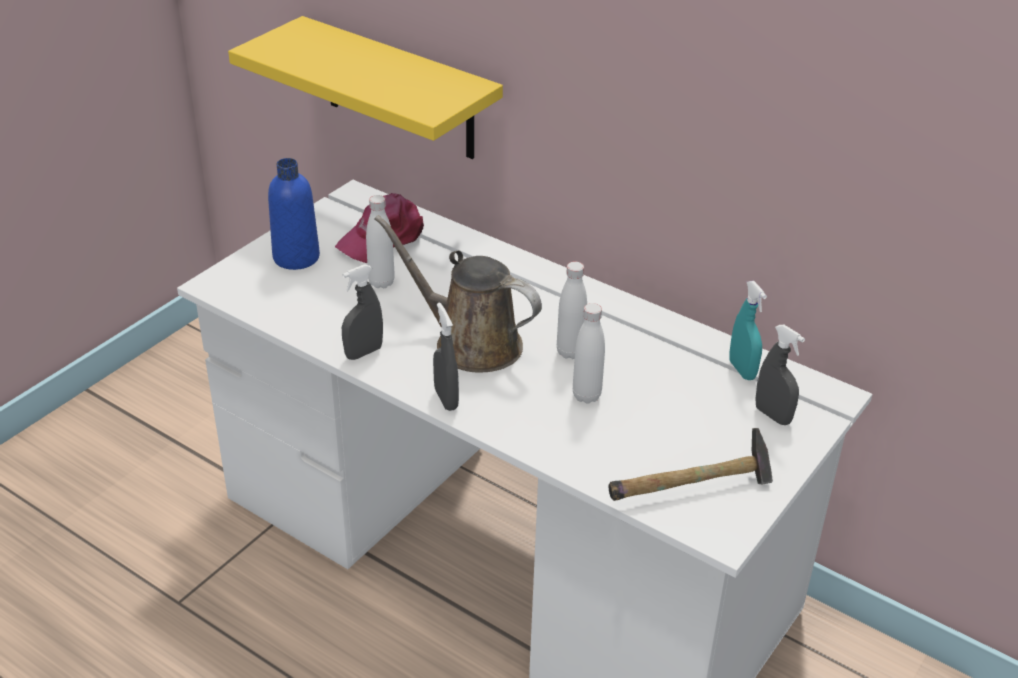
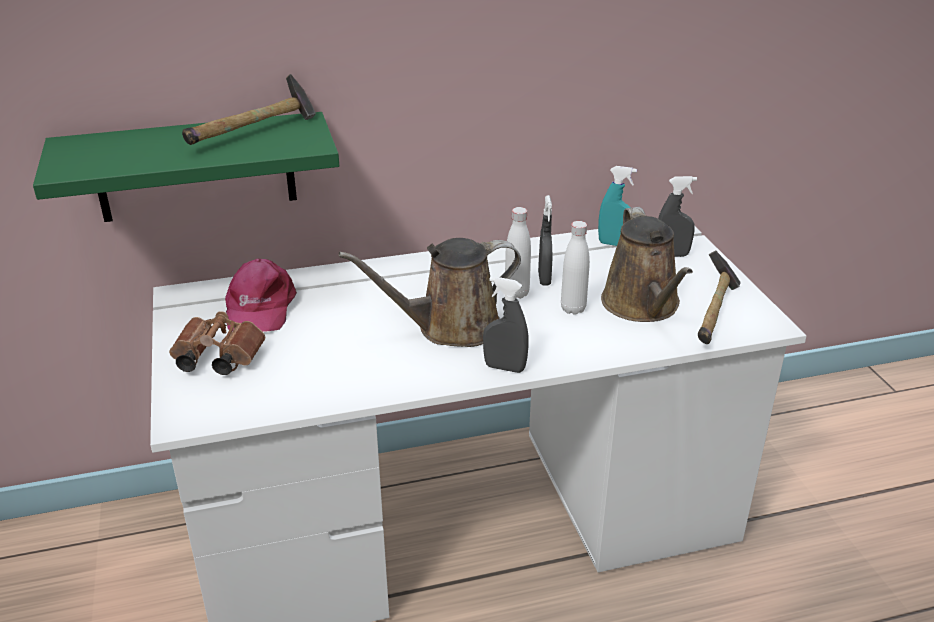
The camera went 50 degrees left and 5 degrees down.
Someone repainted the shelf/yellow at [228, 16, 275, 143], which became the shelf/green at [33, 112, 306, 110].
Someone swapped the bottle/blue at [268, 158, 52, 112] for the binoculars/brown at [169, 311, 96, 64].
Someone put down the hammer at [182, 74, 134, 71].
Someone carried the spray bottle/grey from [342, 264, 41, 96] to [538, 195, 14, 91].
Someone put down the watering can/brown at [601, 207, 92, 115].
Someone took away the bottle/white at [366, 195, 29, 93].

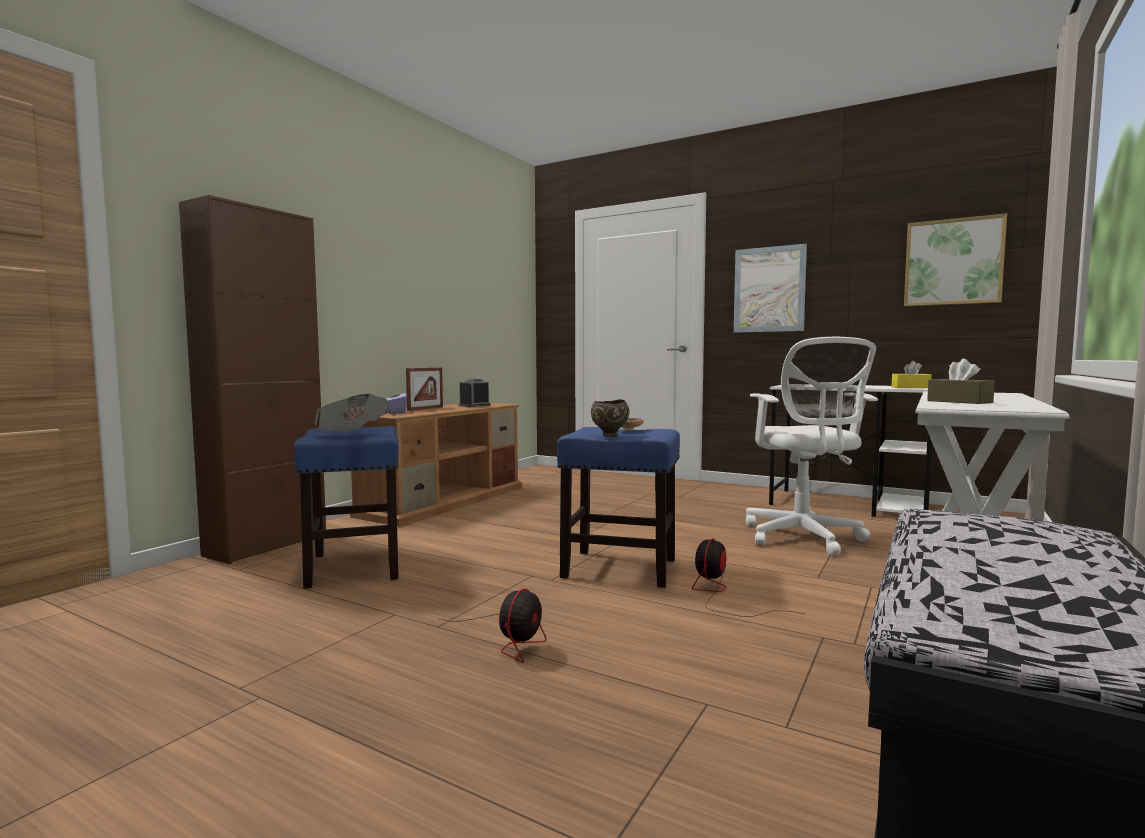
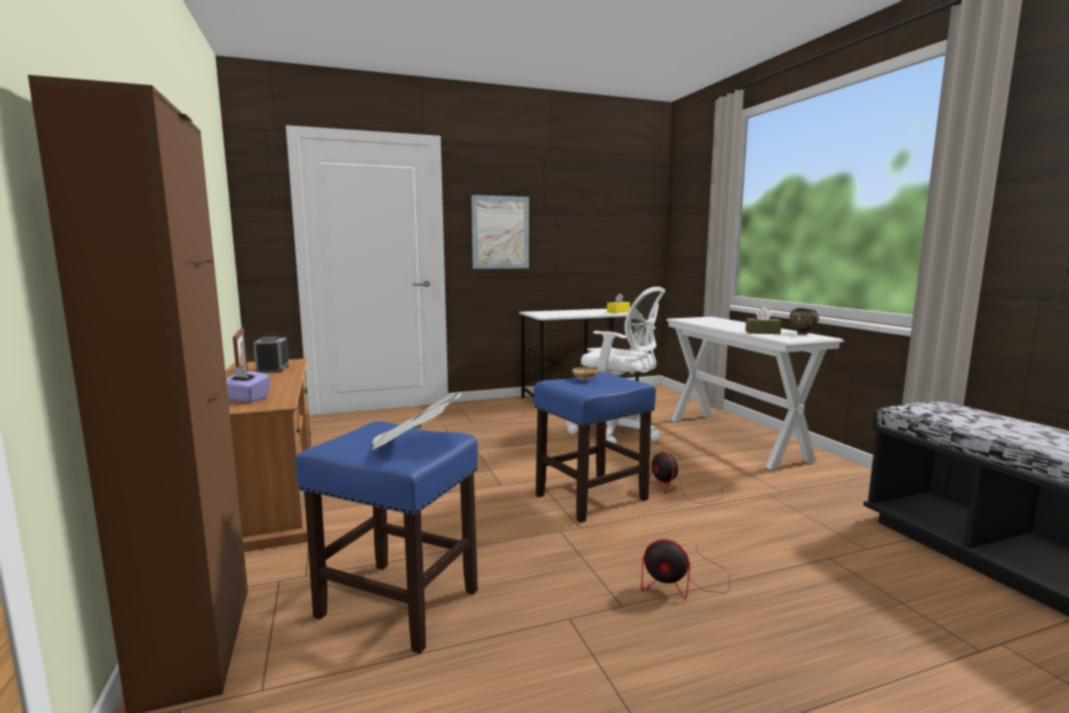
The camera went 50 degrees left and 5 degrees up.
Someone rotated the fan at [440, 589, 106, 74] by 135 degrees clockwise.
Someone carried the bowl/brown from [591, 399, 38, 38] to [790, 308, 29, 27].
Someone took away the picture at [904, 213, 103, 93].

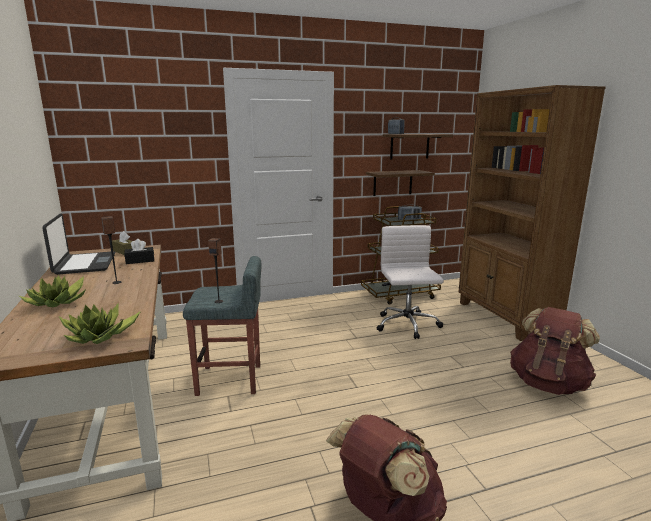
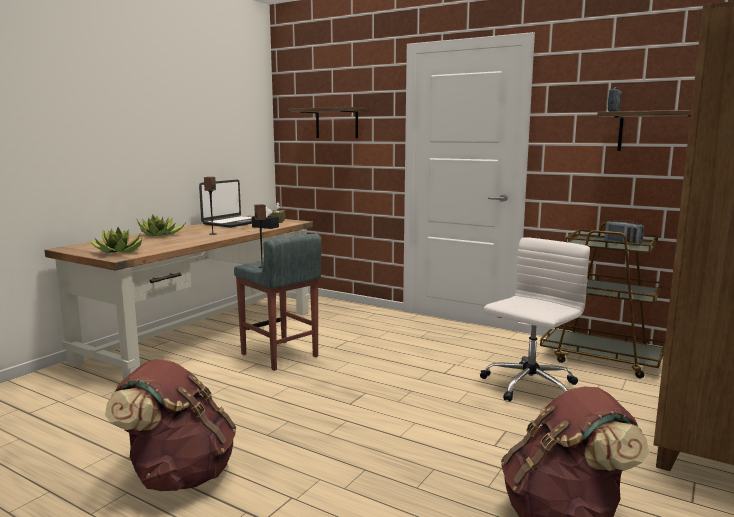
The camera went 50 degrees right and 5 degrees down.
Someone carried the shelf from [366, 170, 69, 26] to [288, 107, 79, 31].

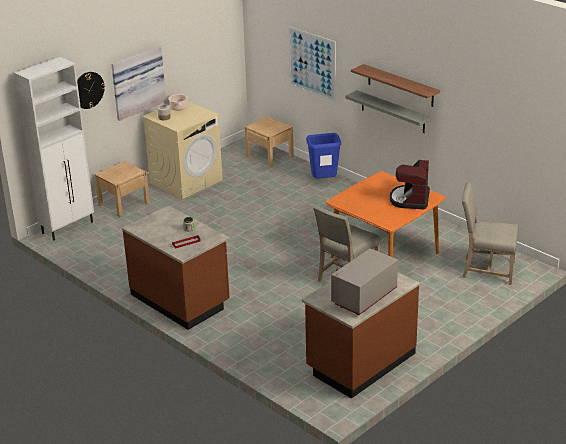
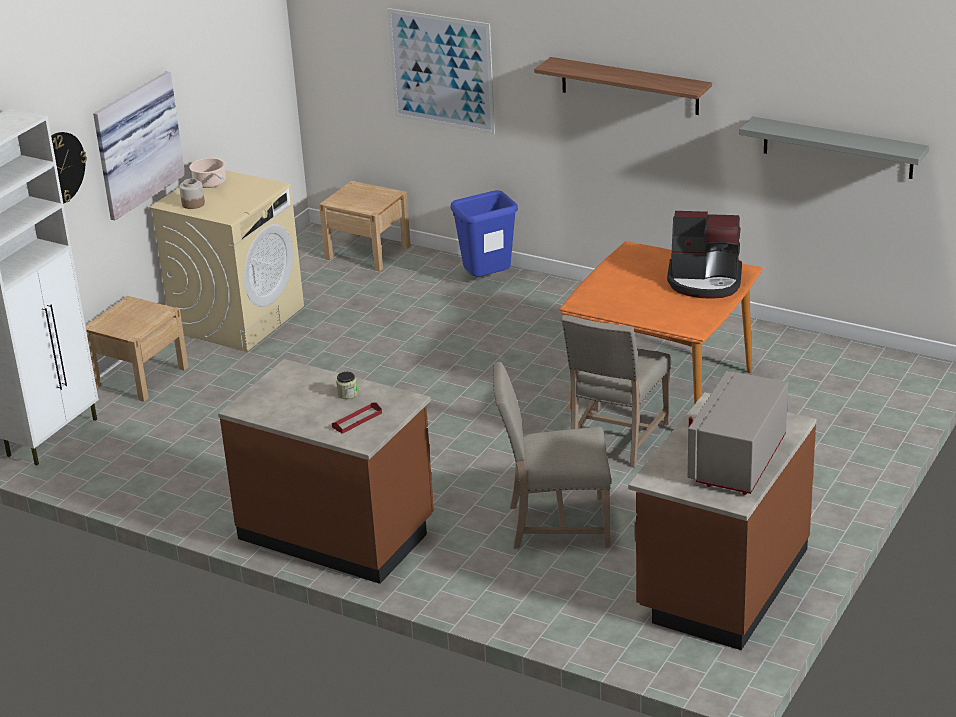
The camera went 15 degrees left and 0 degrees up.
Someone carried the chair/beige from [462, 182, 57, 103] to [493, 362, 118, 187].
Someone rotated the coffee machine at [390, 159, 40, 50] by 75 degrees counterclockwise.
Someone carried the shelf/grey from [345, 90, 86, 43] to [739, 116, 190, 63].

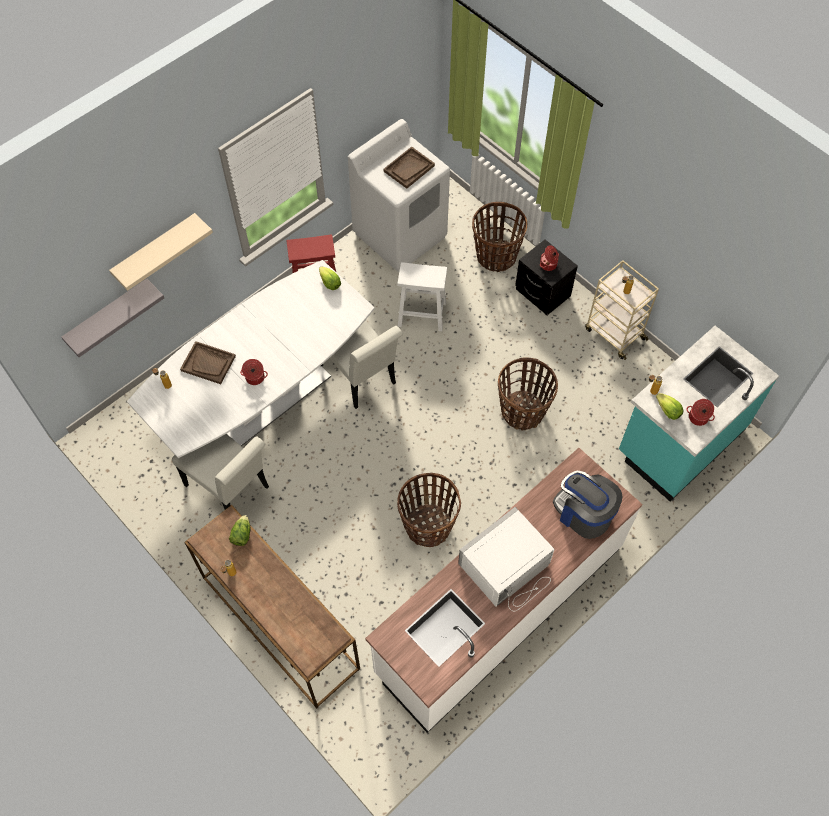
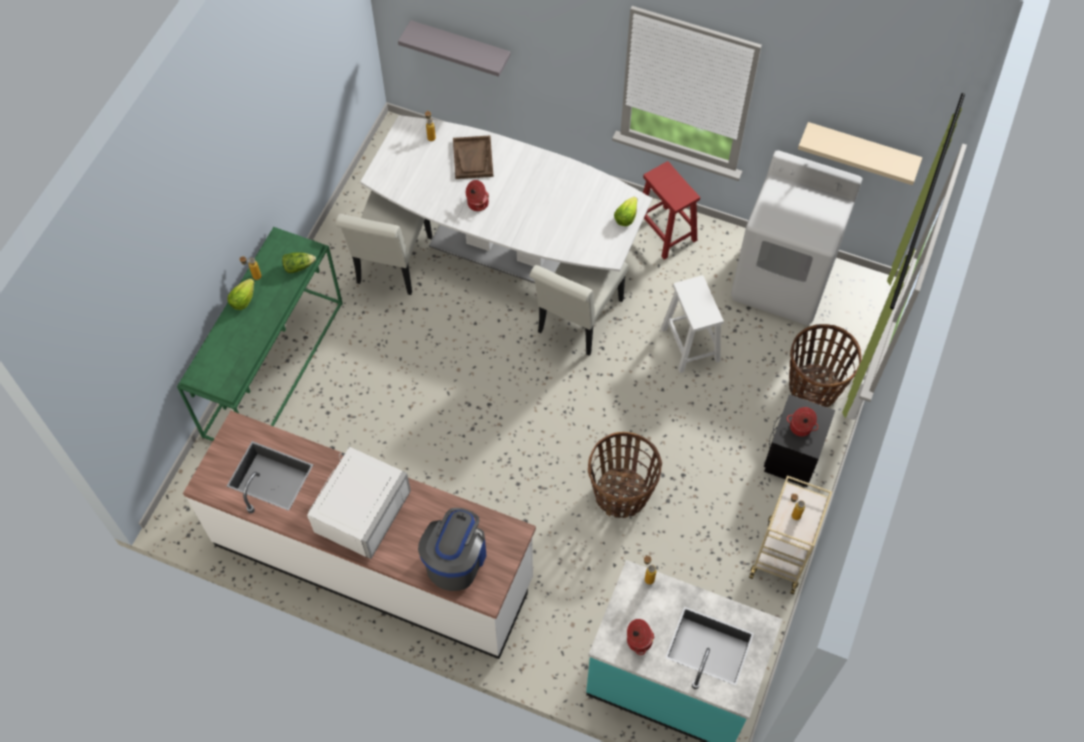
The camera went 65 degrees right and 0 degrees up.
Someone repainted the console table/brown at [184, 505, 176, 204], which became the console table/green at [177, 227, 166, 214].
Someone carried the lettuce from [656, 393, 27, 27] to [228, 278, 26, 32].
Someone rotated the microwave/white at [458, 507, 97, 104] by 90 degrees clockwise.
Someone carried the shelf/beige from [109, 213, 104, 78] to [798, 122, 124, 63].
Someone took away the tray/brown at [384, 147, 51, 42].
Someone took away the basket at [397, 473, 64, 74].

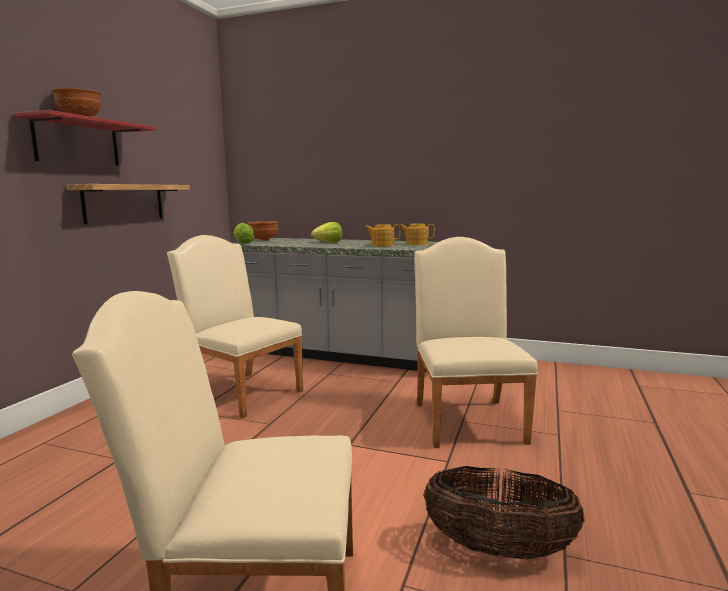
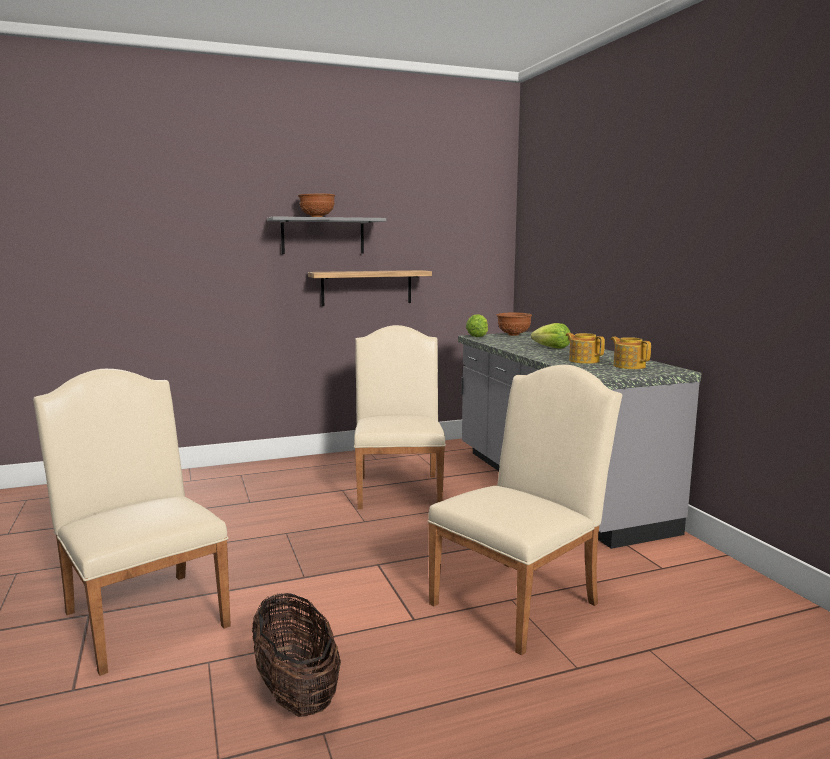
The camera went 50 degrees right and 0 degrees up.
Someone repainted the shelf/red at [12, 110, 144, 56], which became the shelf/grey at [267, 216, 119, 38].

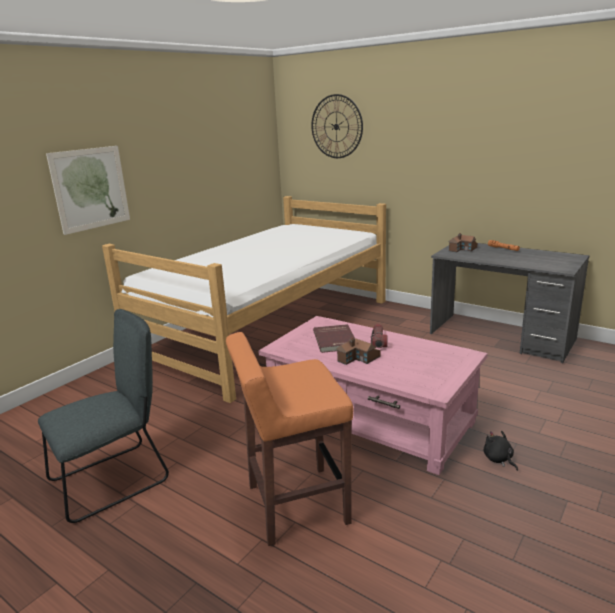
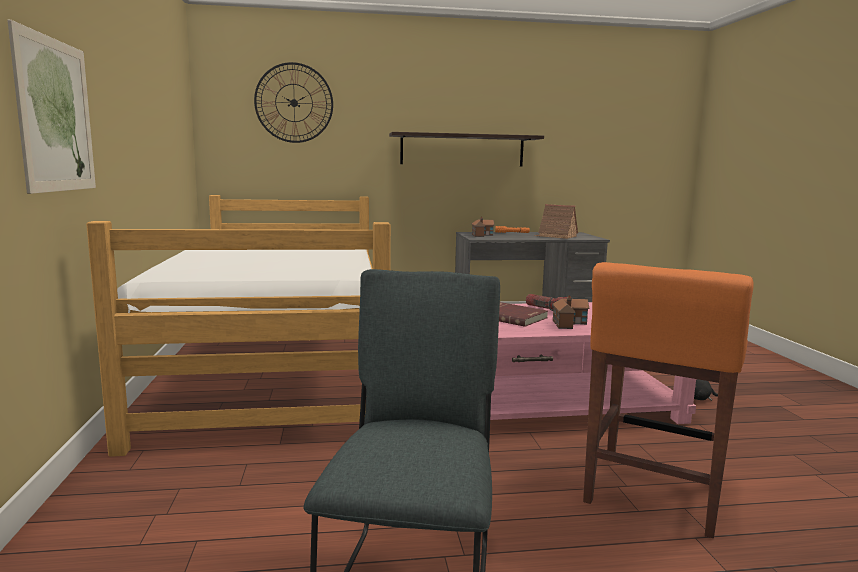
The camera went 45 degrees left and 10 degrees down.
Someone put up the shelf at [389, 132, 155, 34].
Someone put down the toy house at [534, 204, 44, 35].

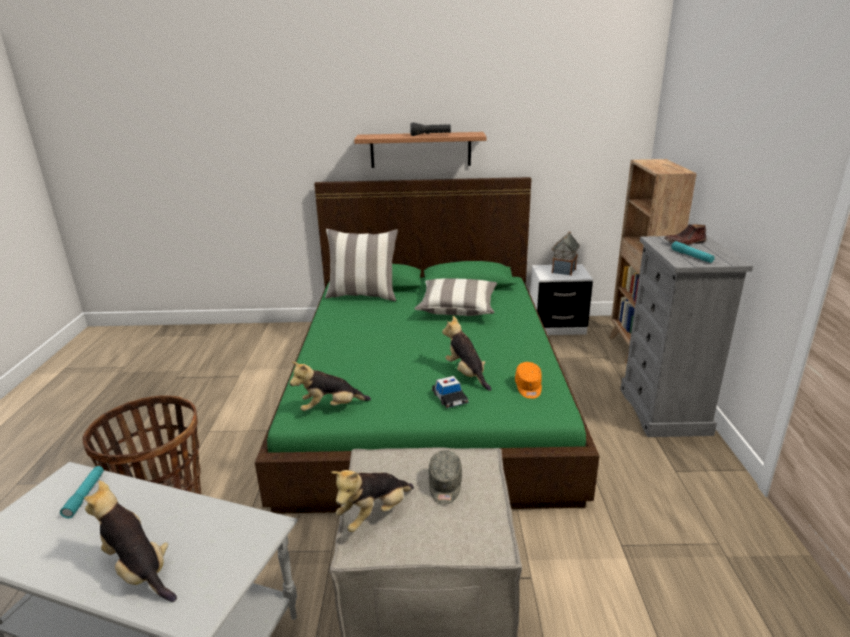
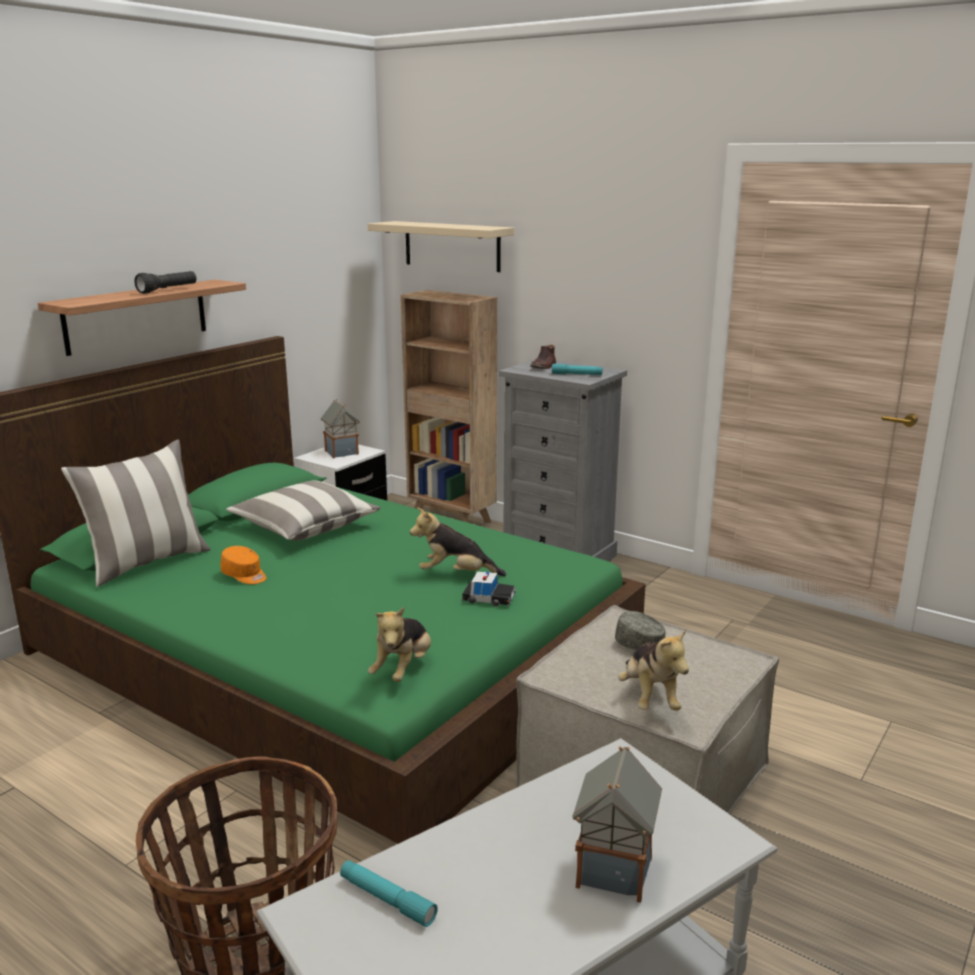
The camera went 55 degrees left and 5 degrees down.
Someone carried the cap/orange from [515, 362, 27, 37] to [221, 546, 45, 38].
Someone put up the shelf/beige at [368, 221, 146, 51].
Someone swapped the plush toy at [84, 480, 93, 122] for the toy house at [572, 746, 90, 157].

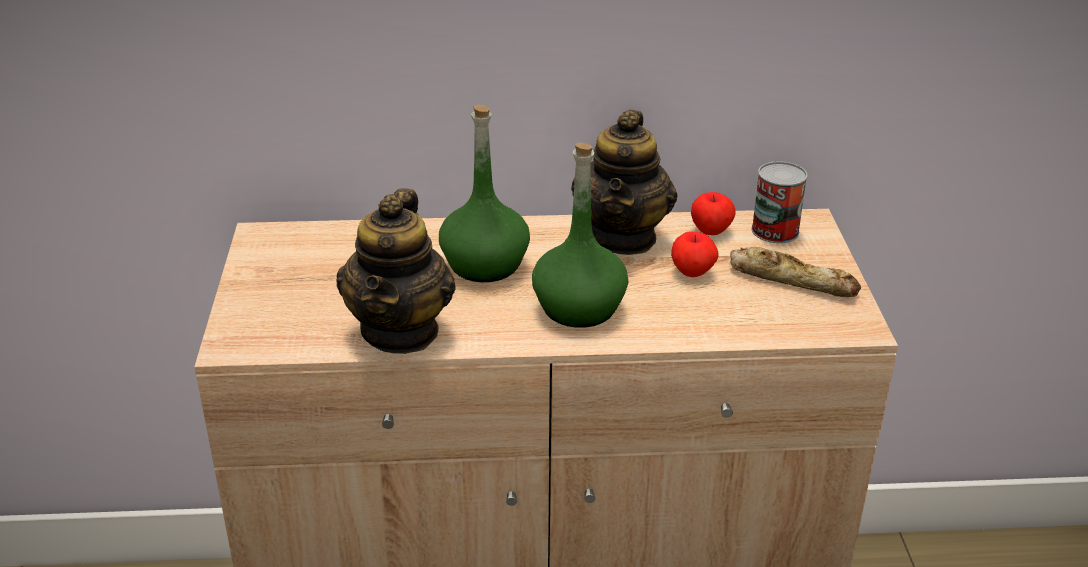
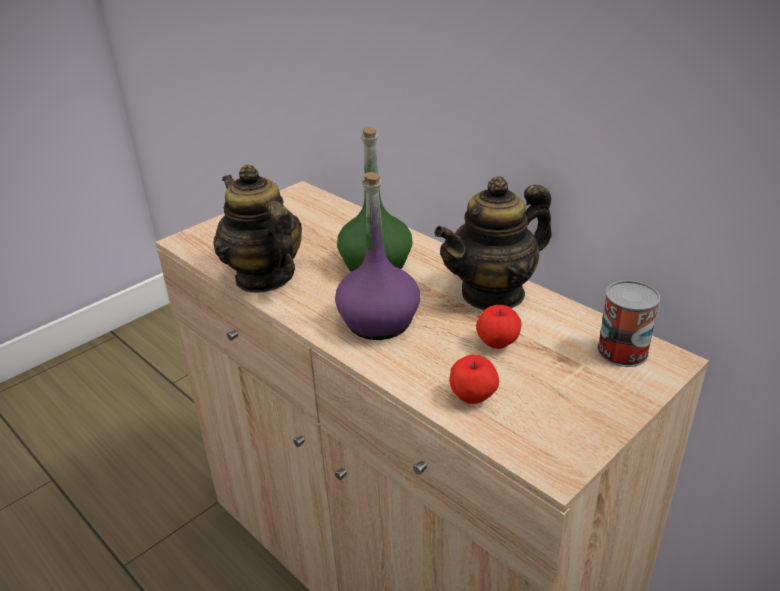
The camera went 50 degrees right and 0 degrees up.
Someone rotated the teapot at [336, 188, 119, 166] by 90 degrees clockwise.
Someone repainted the bottle/green at [532, 143, 96, 185], which became the bottle/purple at [335, 172, 85, 168].
Someone carried the apple from [691, 192, 45, 43] to [449, 355, 50, 49].
Someone took away the bread at [730, 247, 131, 50].

